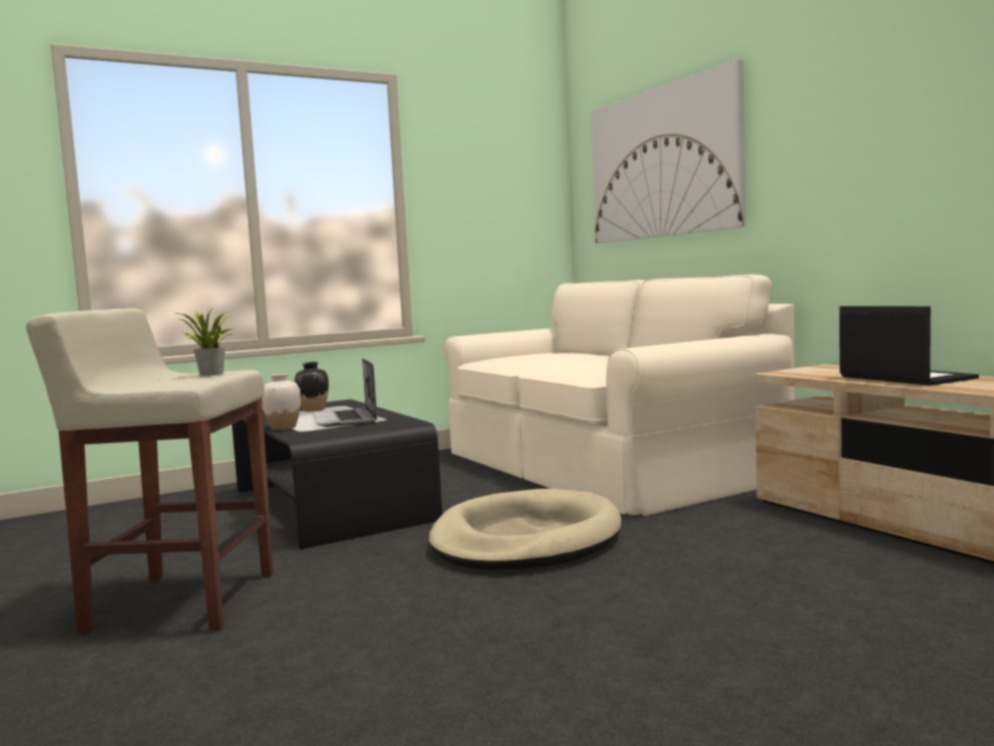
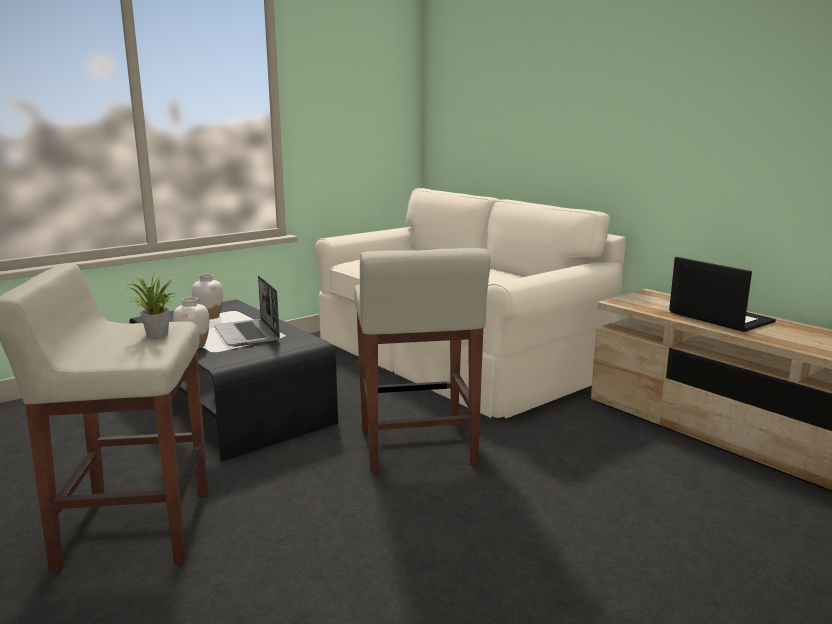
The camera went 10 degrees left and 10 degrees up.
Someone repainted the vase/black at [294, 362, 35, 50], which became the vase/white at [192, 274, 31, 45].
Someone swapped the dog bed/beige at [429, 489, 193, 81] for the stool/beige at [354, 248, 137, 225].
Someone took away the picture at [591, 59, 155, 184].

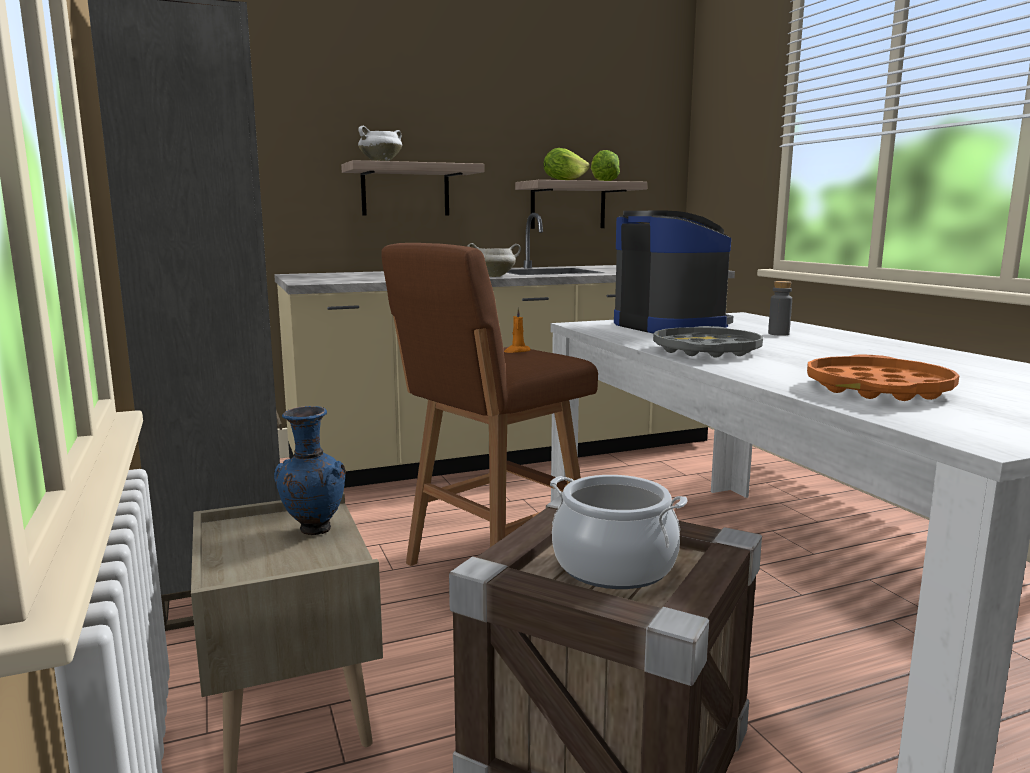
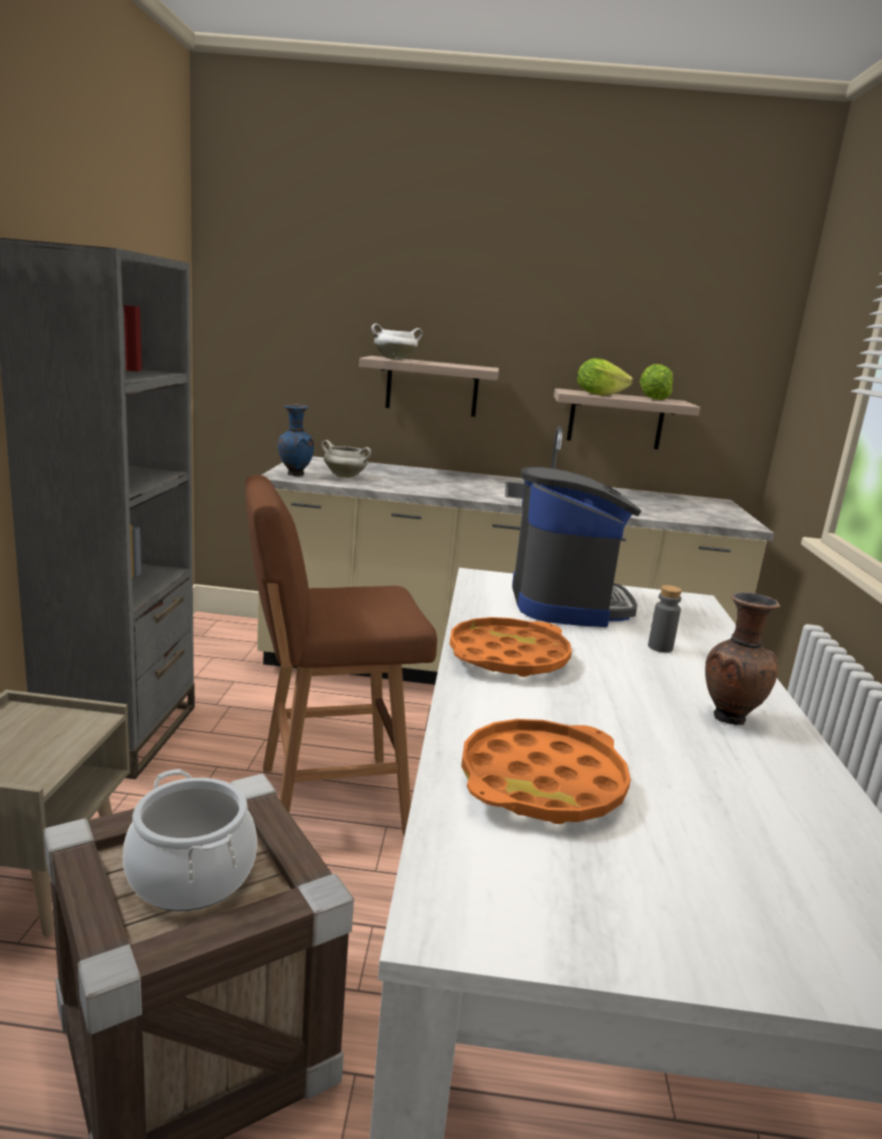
The camera went 25 degrees right and 5 degrees up.
Someone carried the vase/blue from [274, 406, 72, 129] to [278, 405, 36, 71].
Someone carried the cooking pot/white from [467, 243, 54, 34] to [322, 440, 49, 38].
Someone repainted the tray/grey at [653, 326, 110, 32], which became the tray/orange at [450, 617, 122, 60].
Someone put down the vase/brown at [705, 592, 75, 133].
Someone took away the candle/orange at [504, 308, 27, 45].

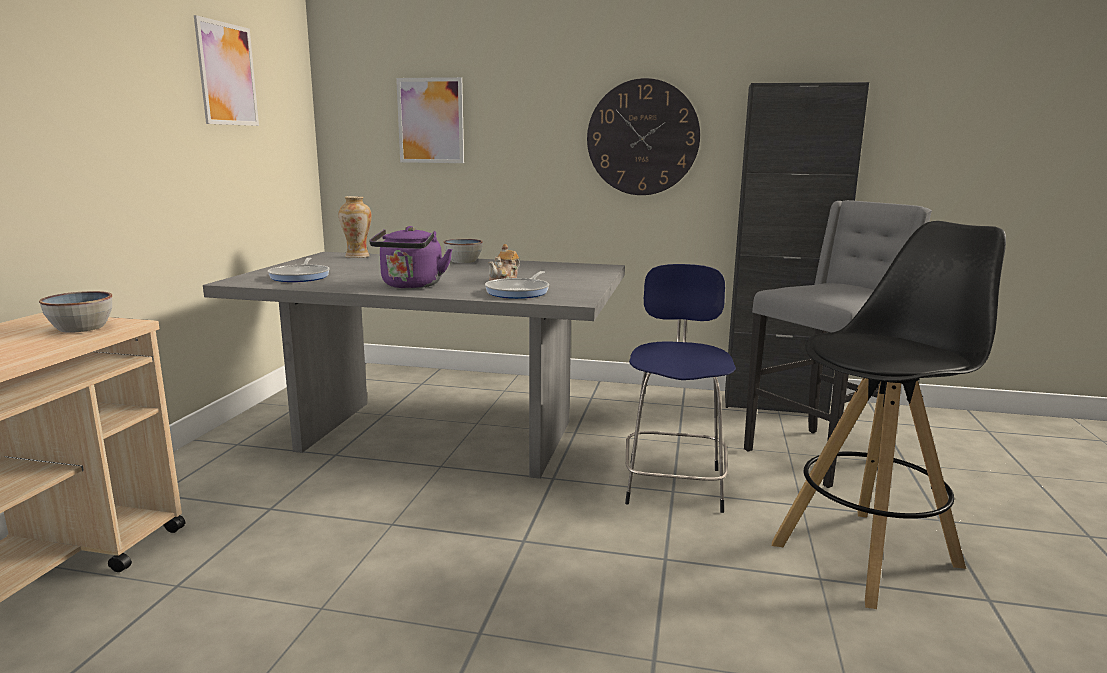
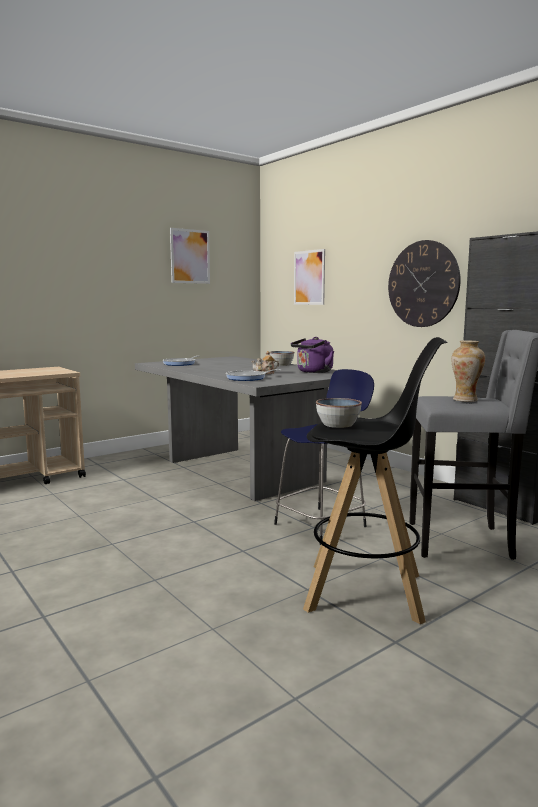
The camera went 40 degrees right and 5 degrees down.
Someone carried the kettle/purple from [369, 226, 84, 63] to [291, 337, 43, 36].
Someone carried the bowl from [39, 291, 73, 42] to [316, 398, 46, 30].
Someone carried the vase from [339, 196, 33, 62] to [452, 340, 33, 62].

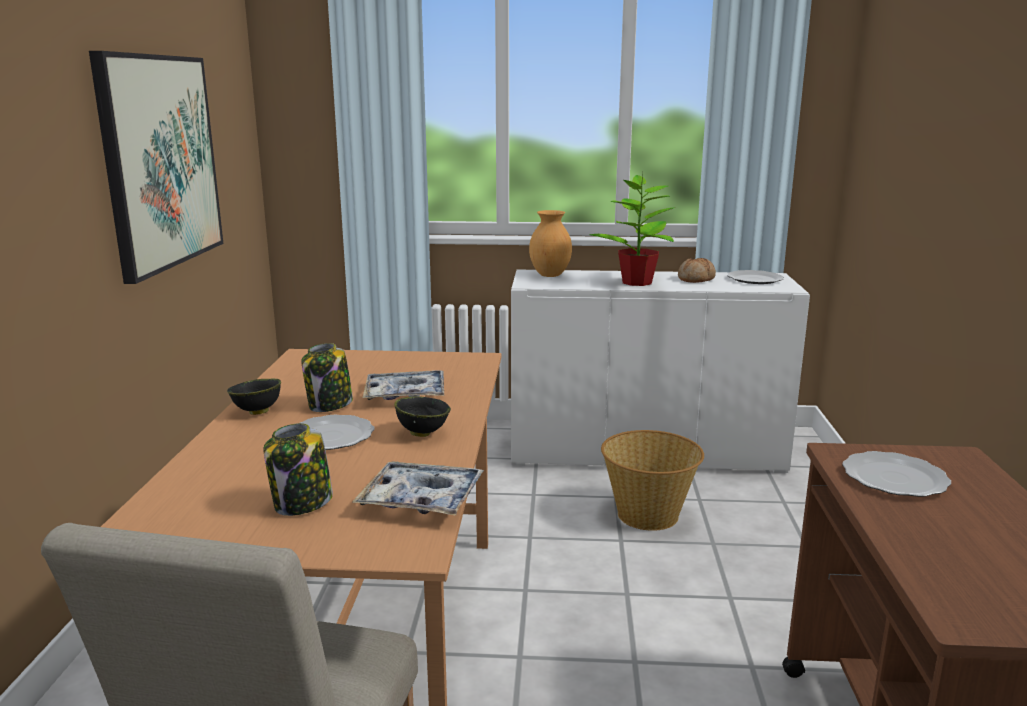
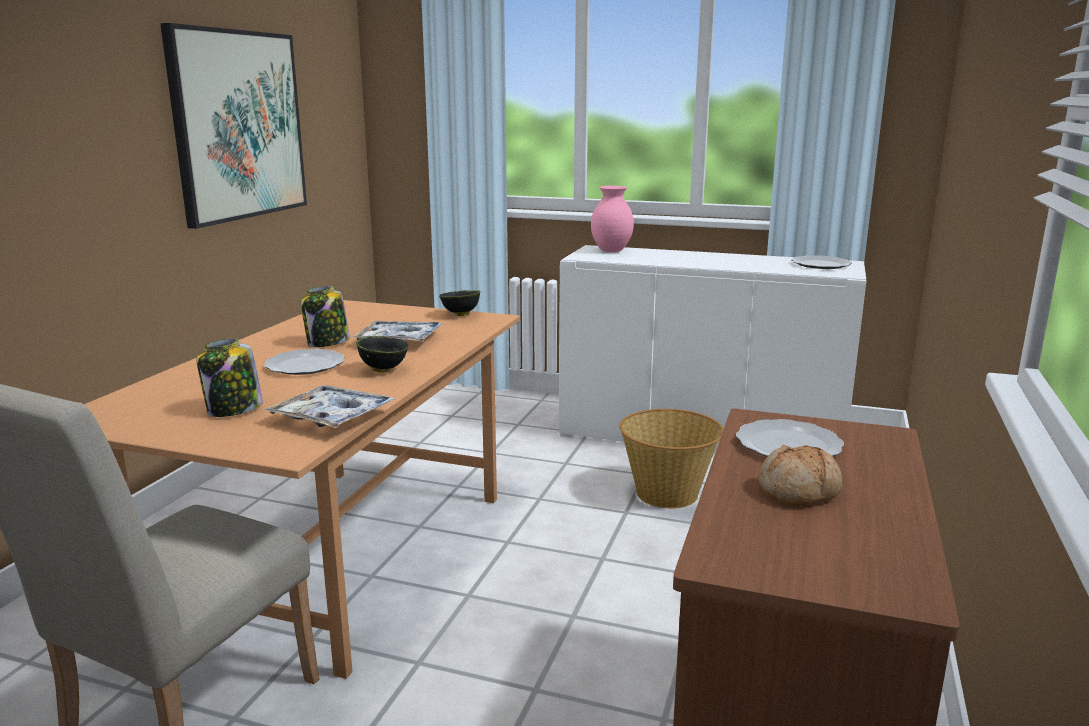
The camera went 15 degrees right and 0 degrees up.
Someone carried the bowl/black from [227, 379, 54, 36] to [439, 290, 41, 26].
Someone repainted the vase/brown at [529, 210, 43, 67], which became the vase/pink at [591, 186, 43, 66].
Someone carried the bread from [678, 258, 38, 25] to [758, 445, 84, 60].
Someone took away the potted plant at [589, 173, 85, 113].

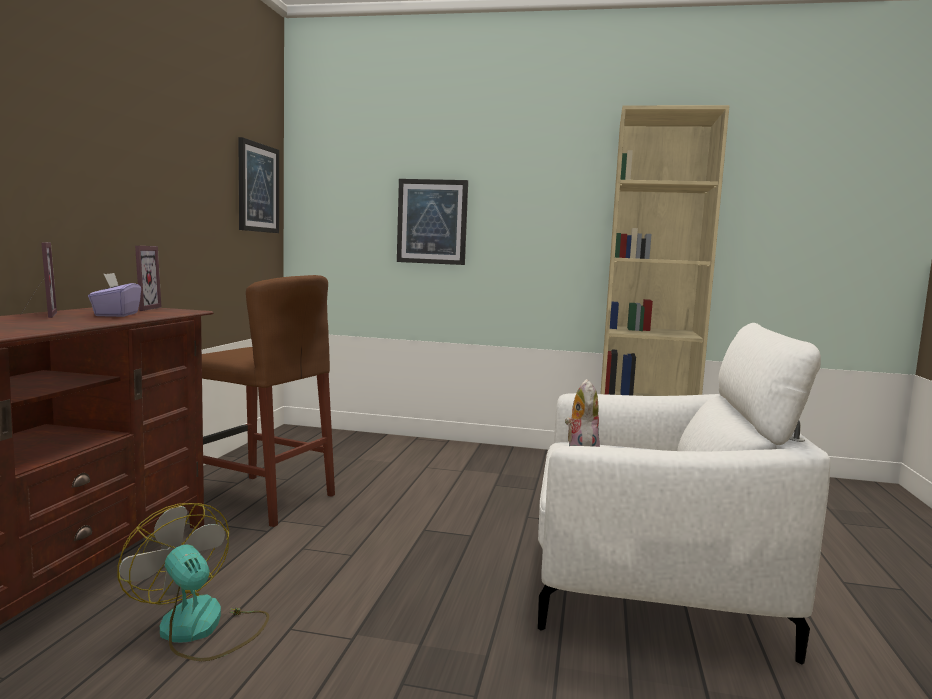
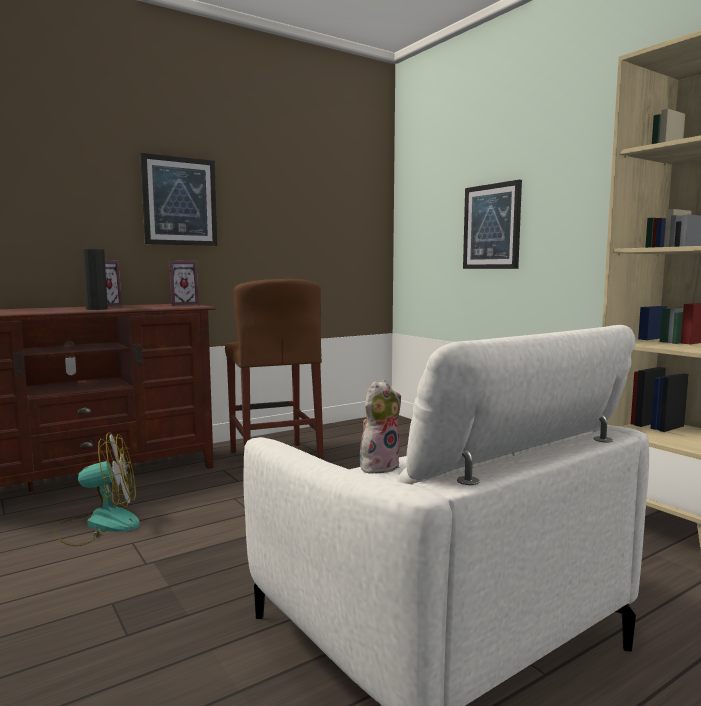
The camera went 45 degrees right and 0 degrees up.
Someone rotated the fan at [118, 503, 151, 158] by 75 degrees clockwise.
Someone put down the vase/black at [82, 249, 26, 61].
Someone carried the picture from [238, 137, 41, 96] to [140, 153, 77, 93].
Someone took away the tissue box/purple at [88, 273, 53, 44].

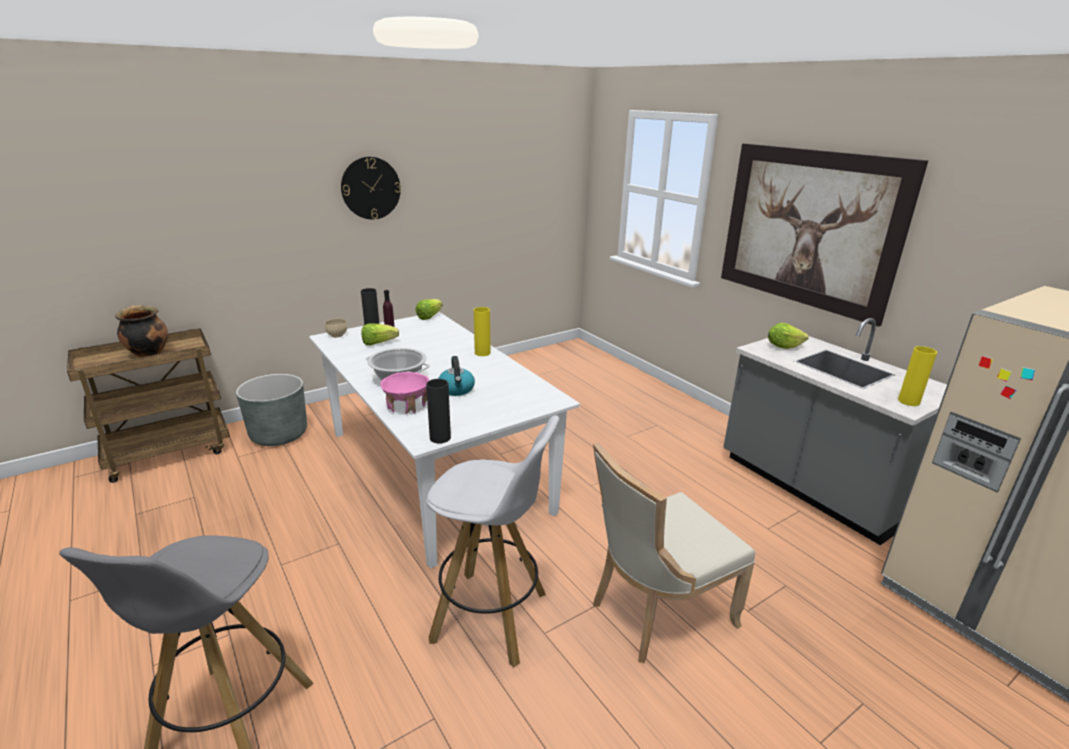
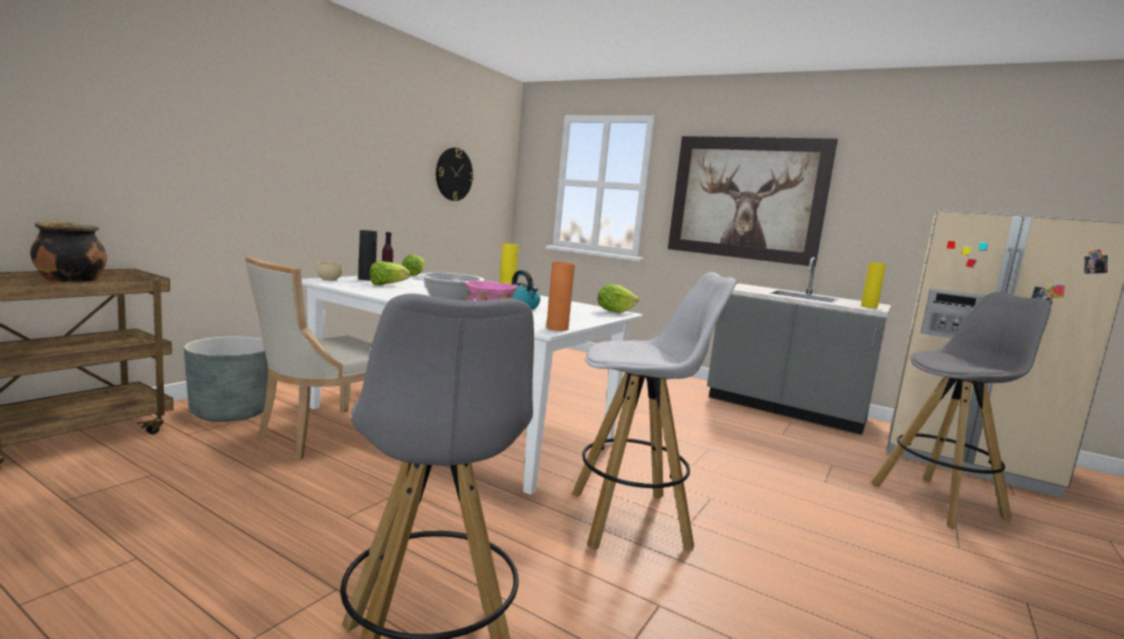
The camera went 25 degrees left and 15 degrees down.
Someone carried the chair/beige from [593, 442, 162, 221] to [245, 256, 127, 204].
Someone carried the wall clock from [341, 157, 60, 63] to [436, 148, 38, 53].
Someone repainted the vase/black at [426, 379, 25, 65], which became the vase/orange at [546, 262, 29, 69].
Someone carried the lettuce from [768, 323, 41, 26] to [597, 284, 42, 29].
Someone put down the stool/grey at [871, 292, 180, 237].

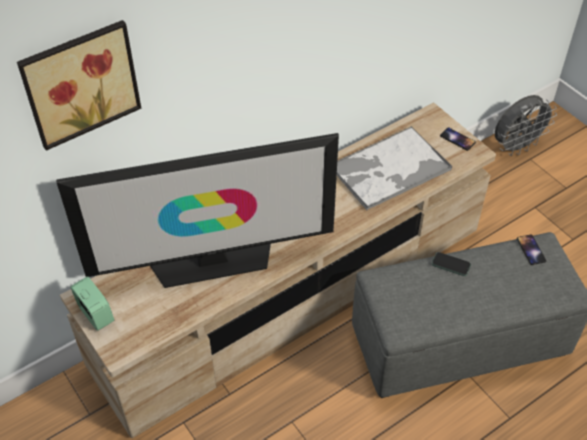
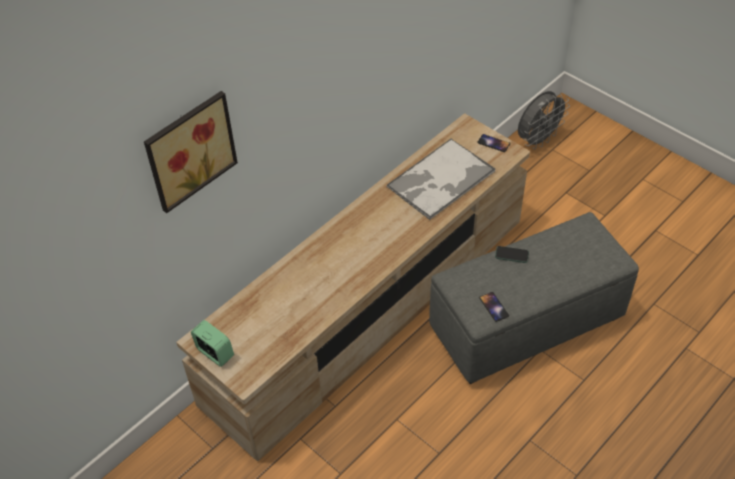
The camera went 10 degrees left and 0 degrees up.
Someone carried the phone from [517, 235, 29, 30] to [479, 292, 30, 30].
Someone took away the television at [56, 133, 283, 155].

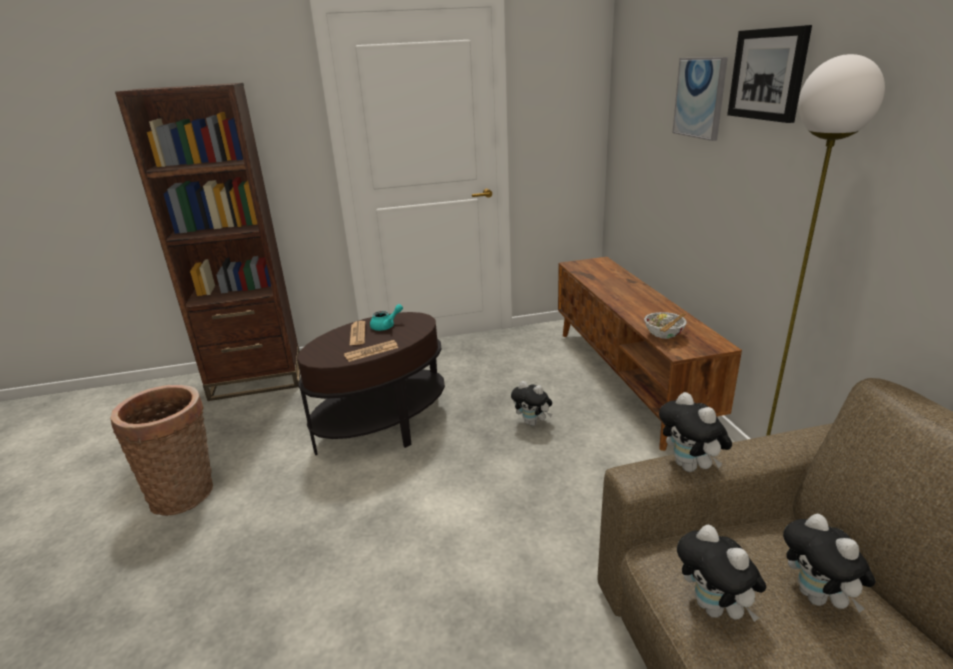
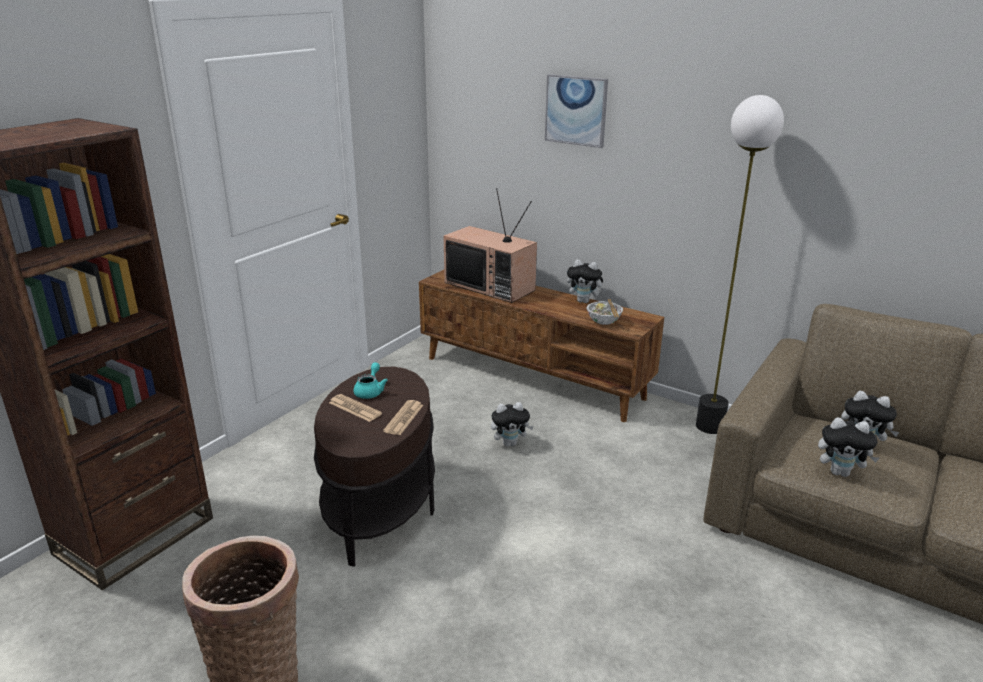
The camera went 45 degrees left and 0 degrees up.
Someone put down the television at [444, 188, 93, 115].
Someone carried the plush toy from [659, 392, 73, 80] to [567, 260, 39, 43].
Someone took away the picture at [727, 25, 85, 98].

